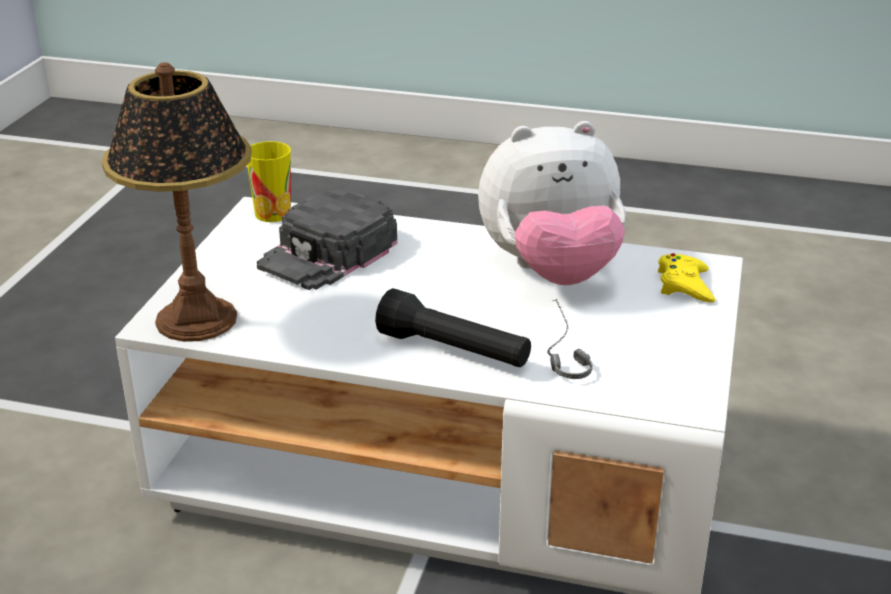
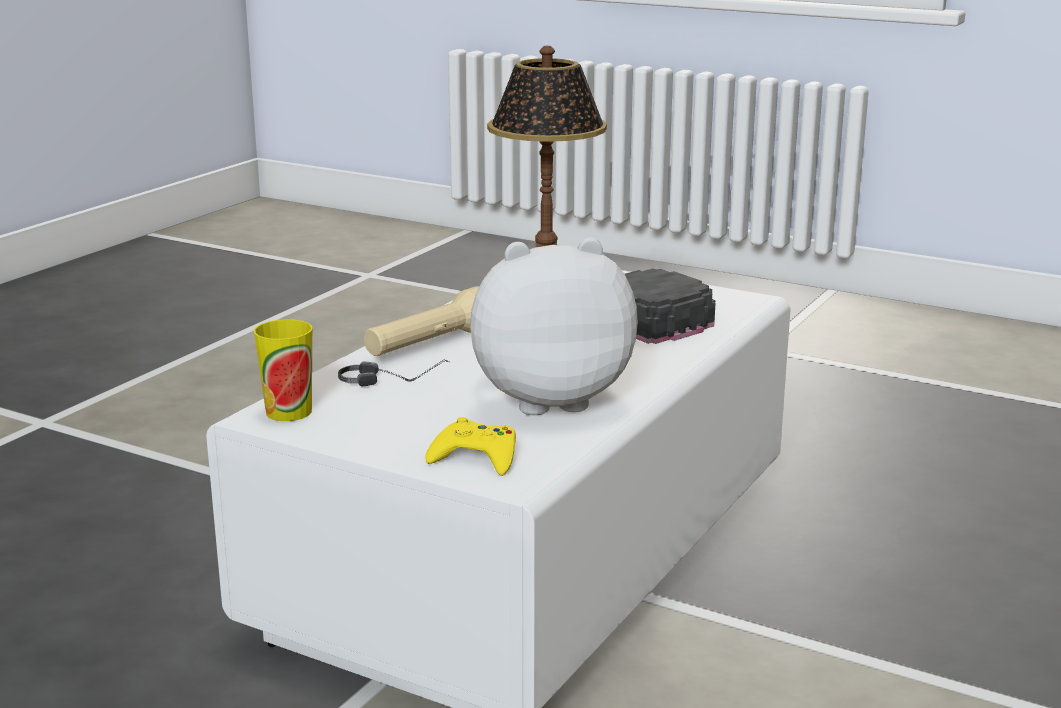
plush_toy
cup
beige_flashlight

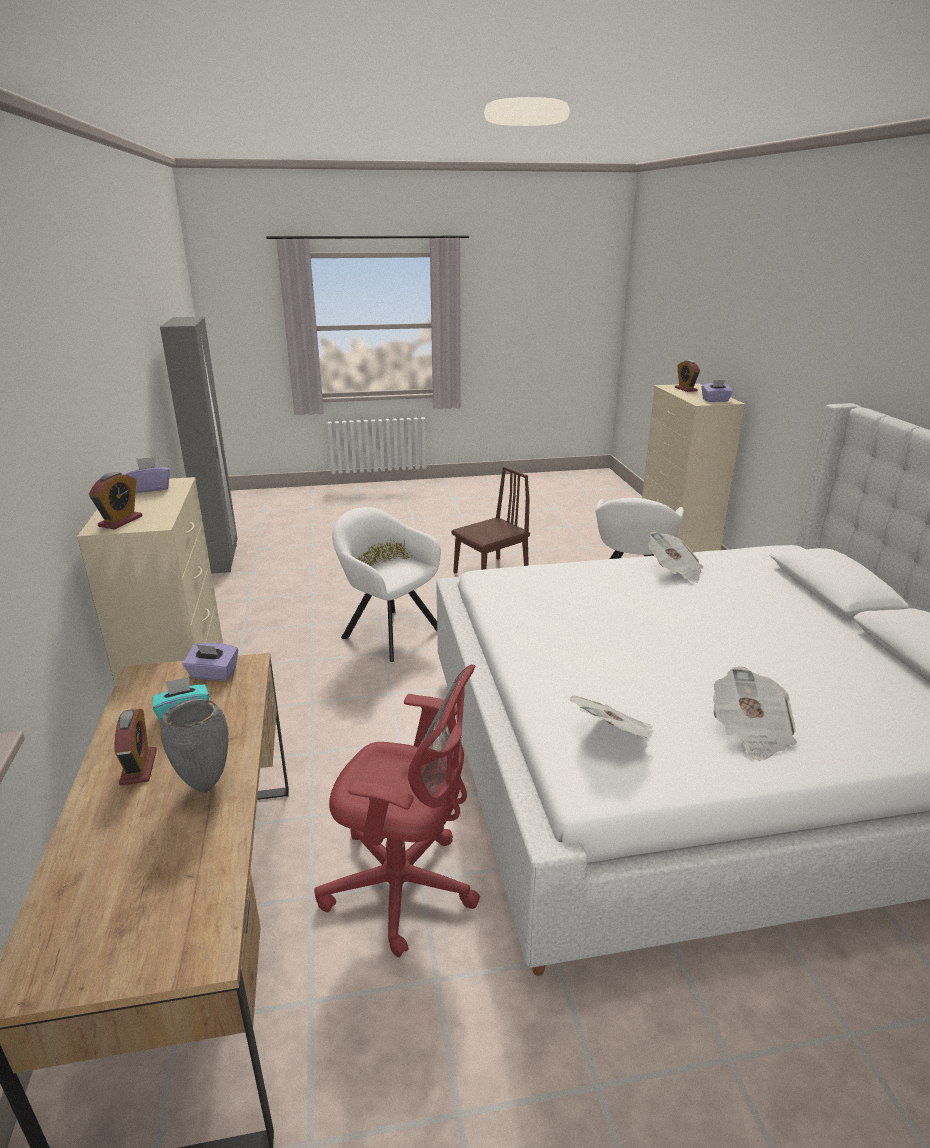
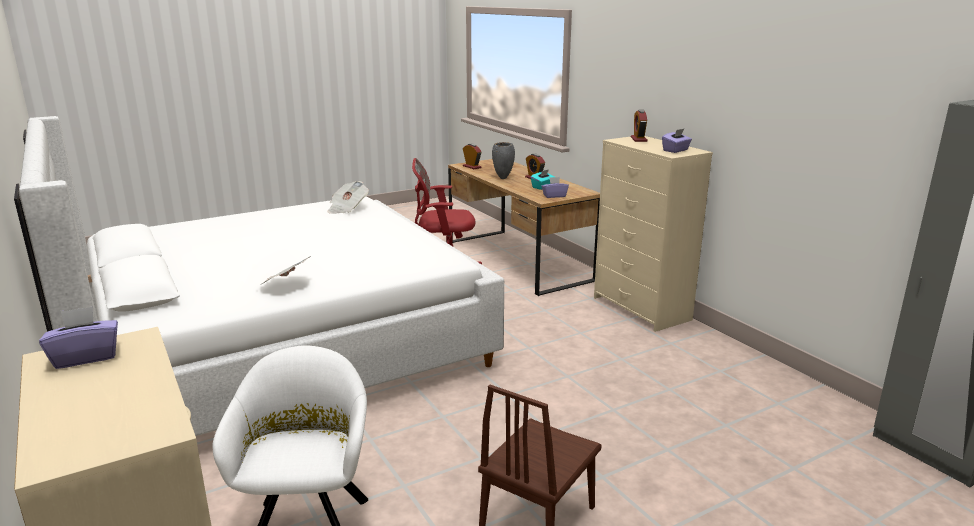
alarm_clock (no. 1 from left)
white_armchair (no. 1 from left in the first image)
newspaper (no. 3 from left in the first image)

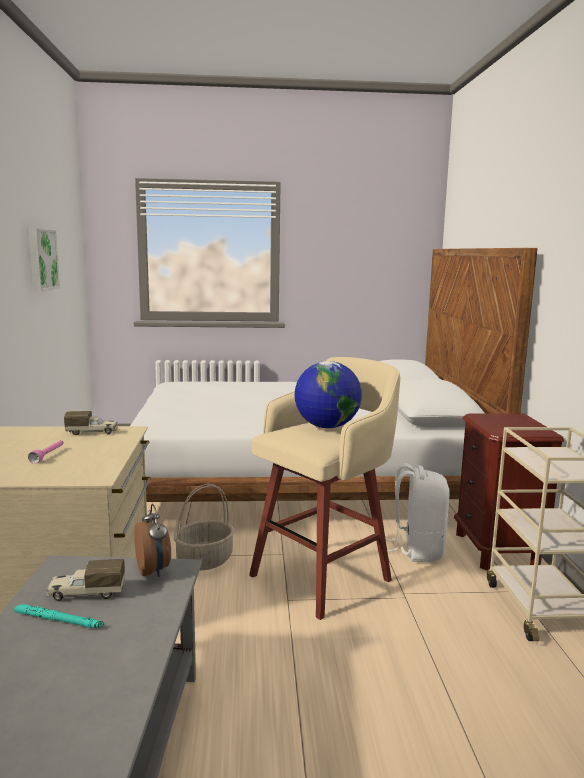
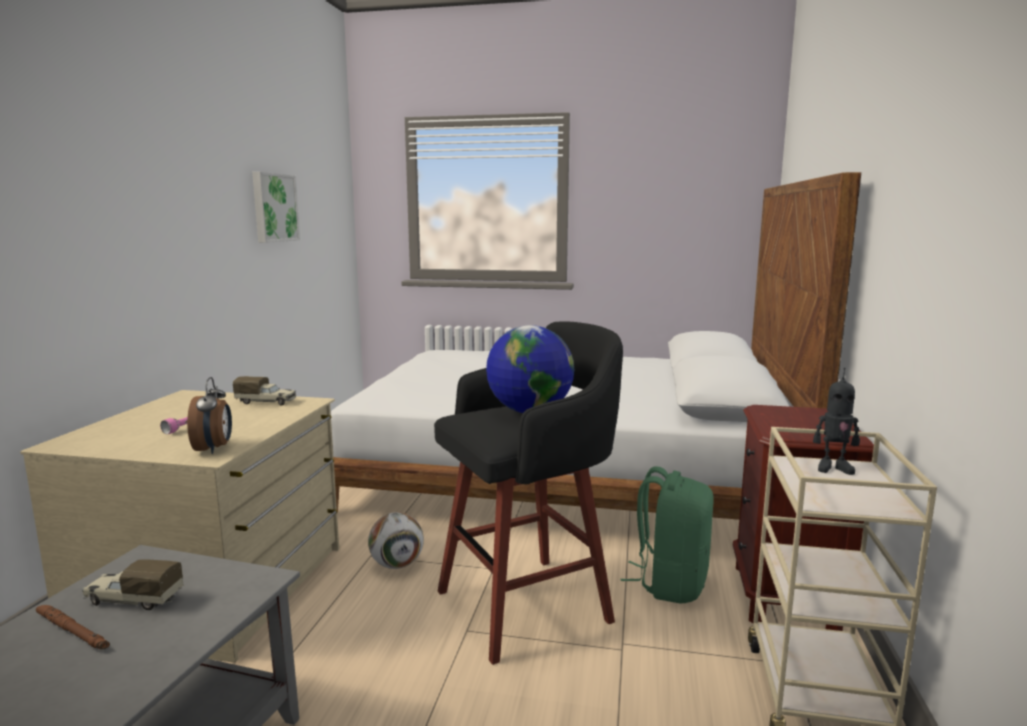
black_stool
green_backpack
football
alarm_clock
brown_flashlight
toy_robot

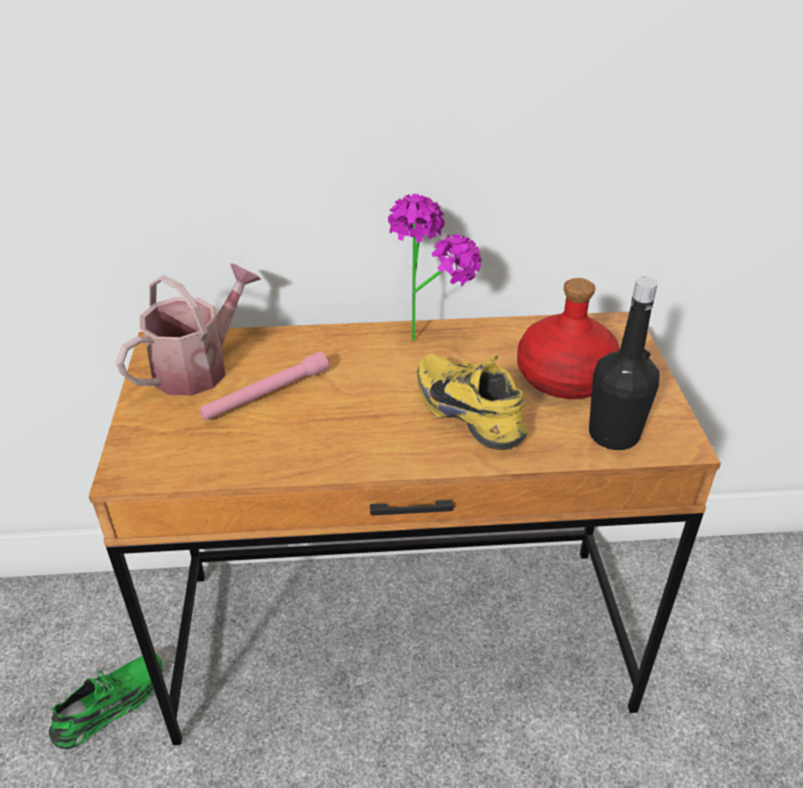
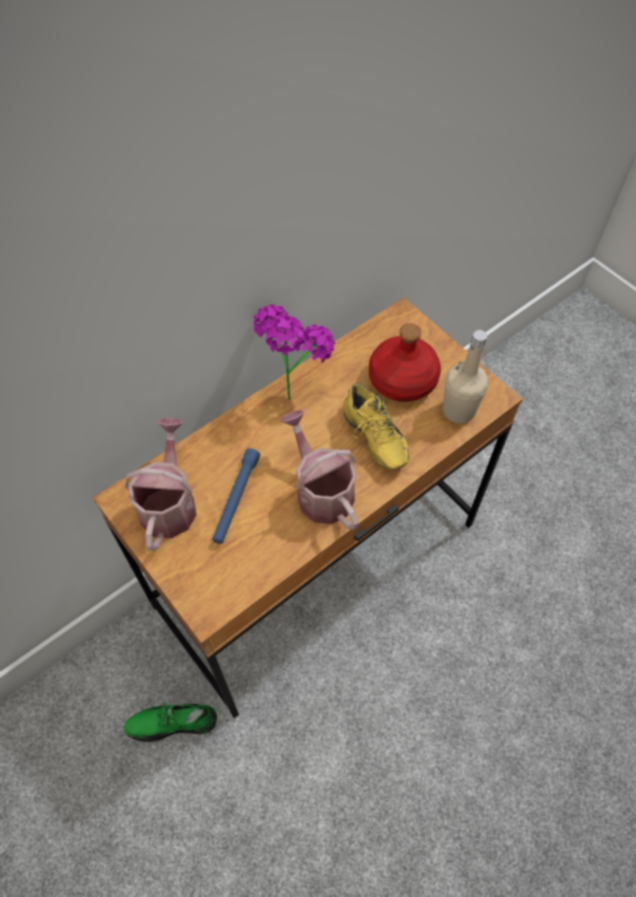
beige_bottle
blue_flashlight
yellow_shoe
green_shoe
watering_can (no. 2 from left)

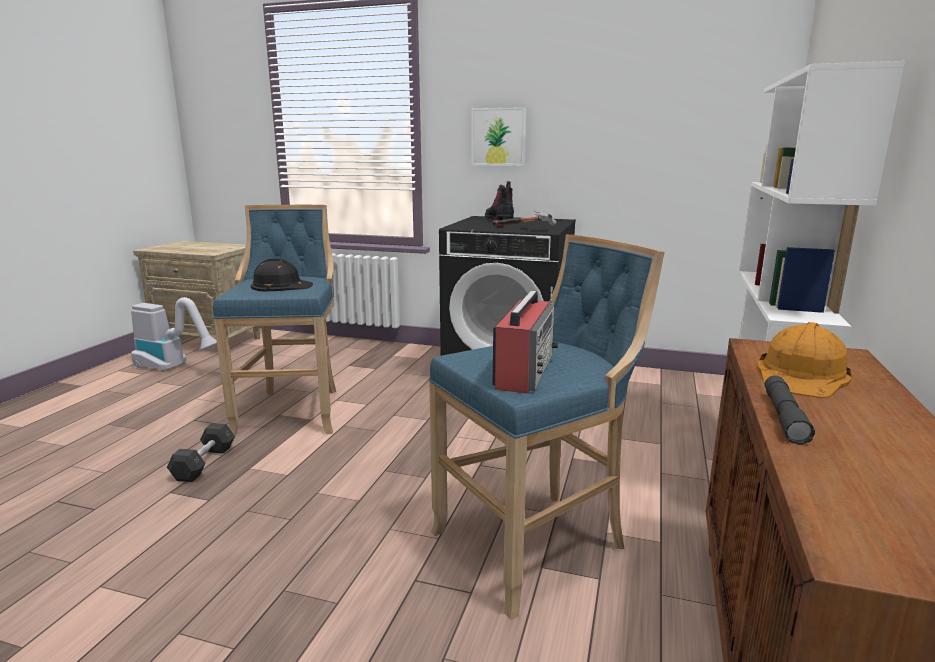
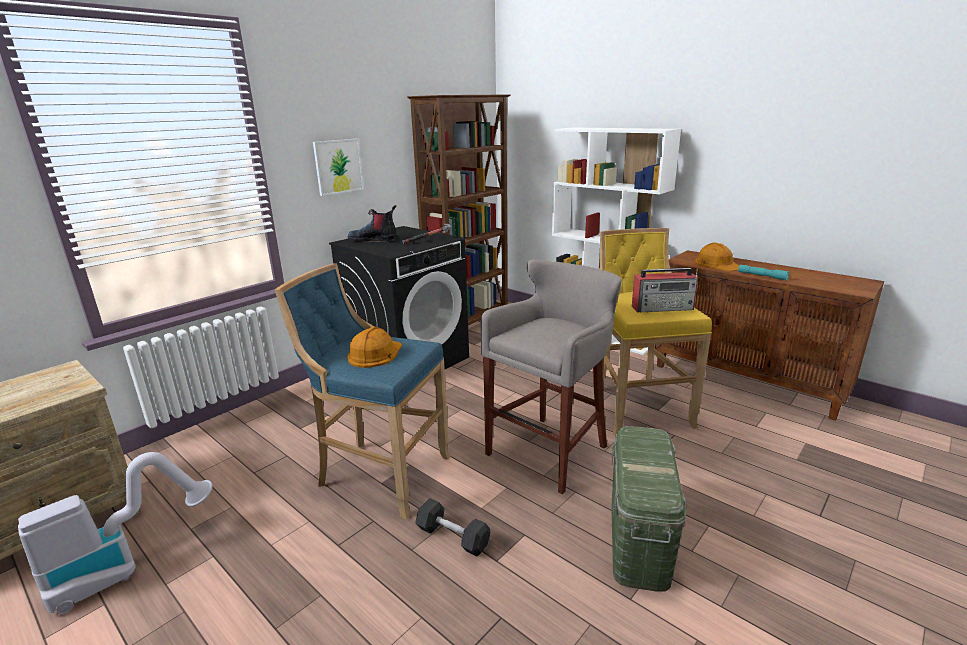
yellow_stool
orange_hard_hat (no. 1 from left)
radio
turquoise_flashlight
brown_bookcase
grey_stool
green_storage_box

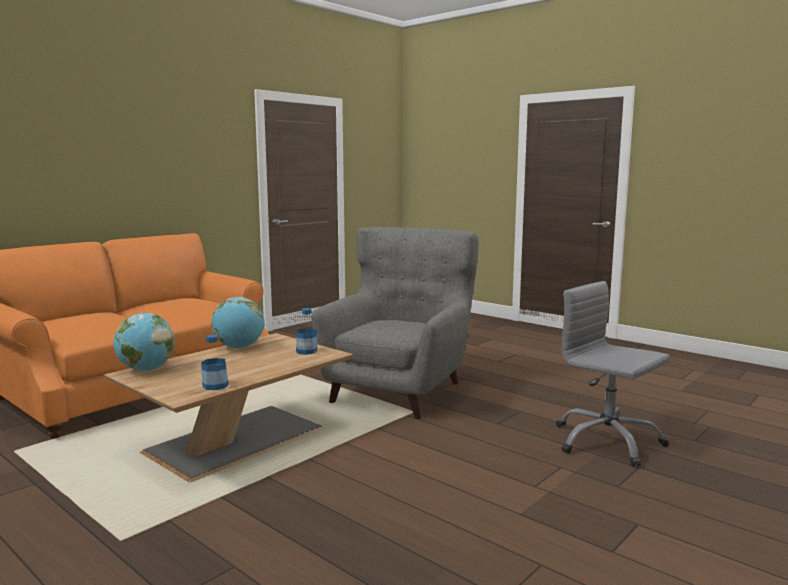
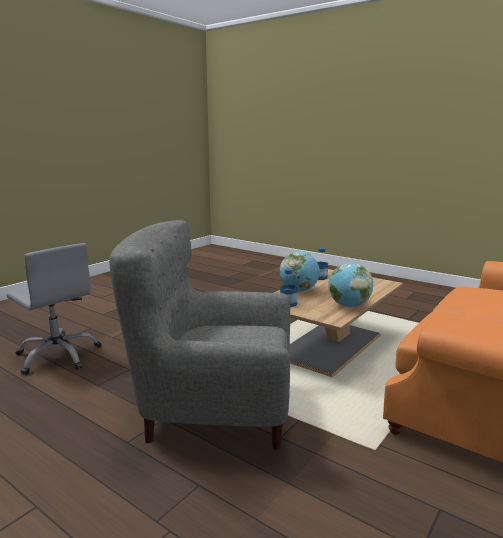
grey_armchair
globe (no. 1 from left)

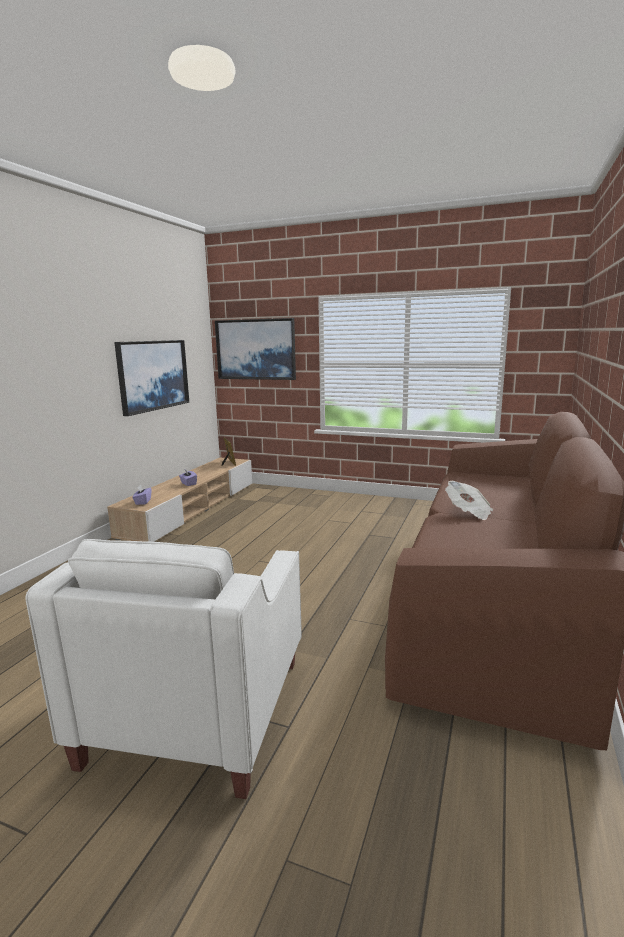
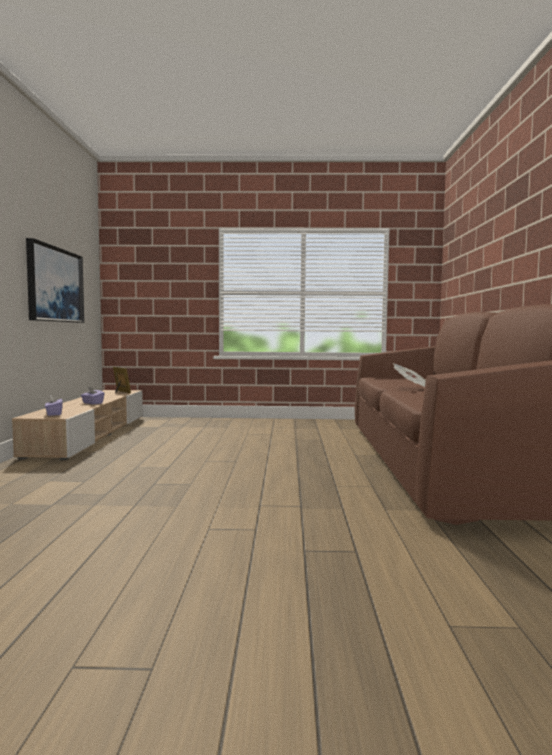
picture (no. 2 from left in the first image)
white_armchair

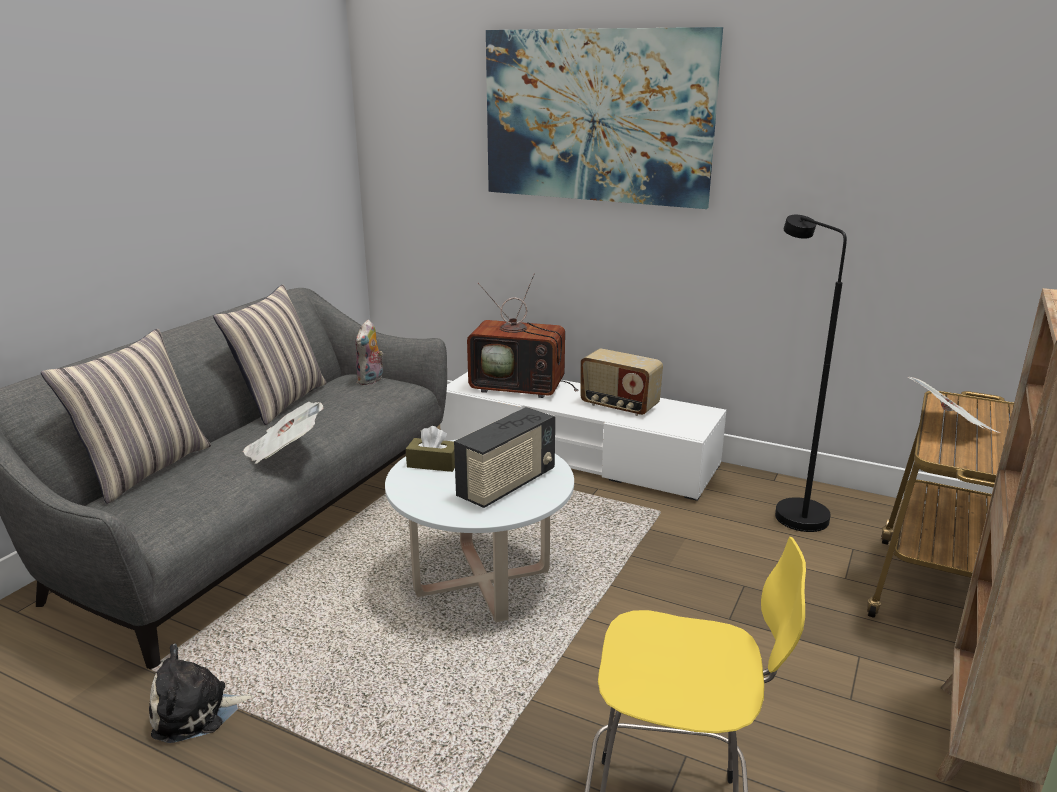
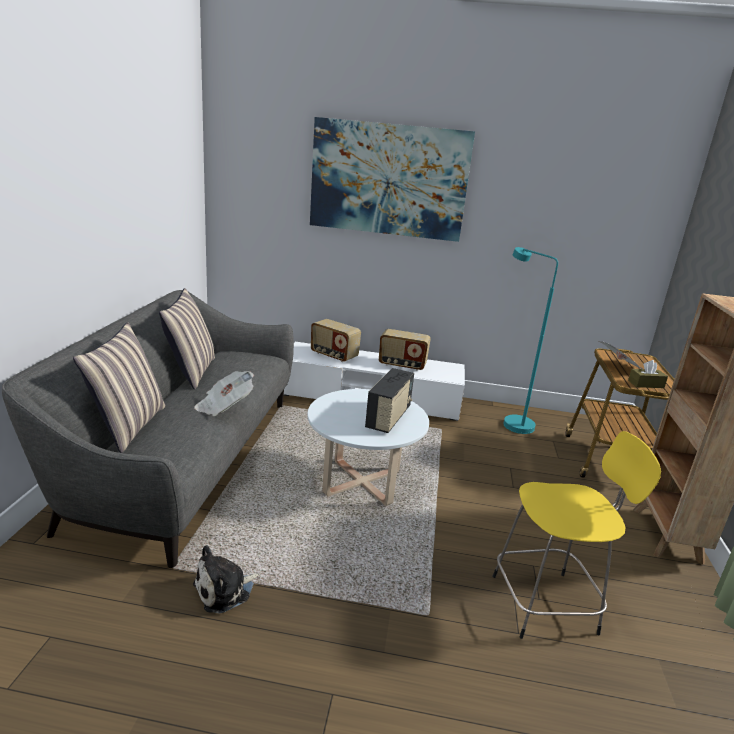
turquoise_floor_lamp
radio (no. 1 from left)
plush_toy (no. 2 from left in the first image)
brown_tissue_box

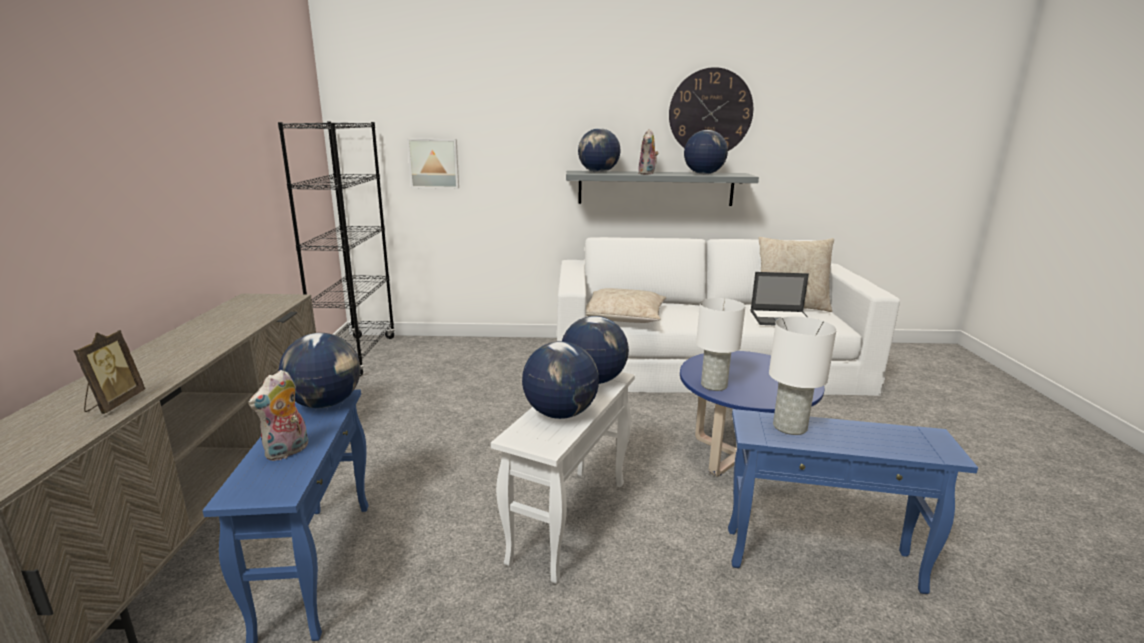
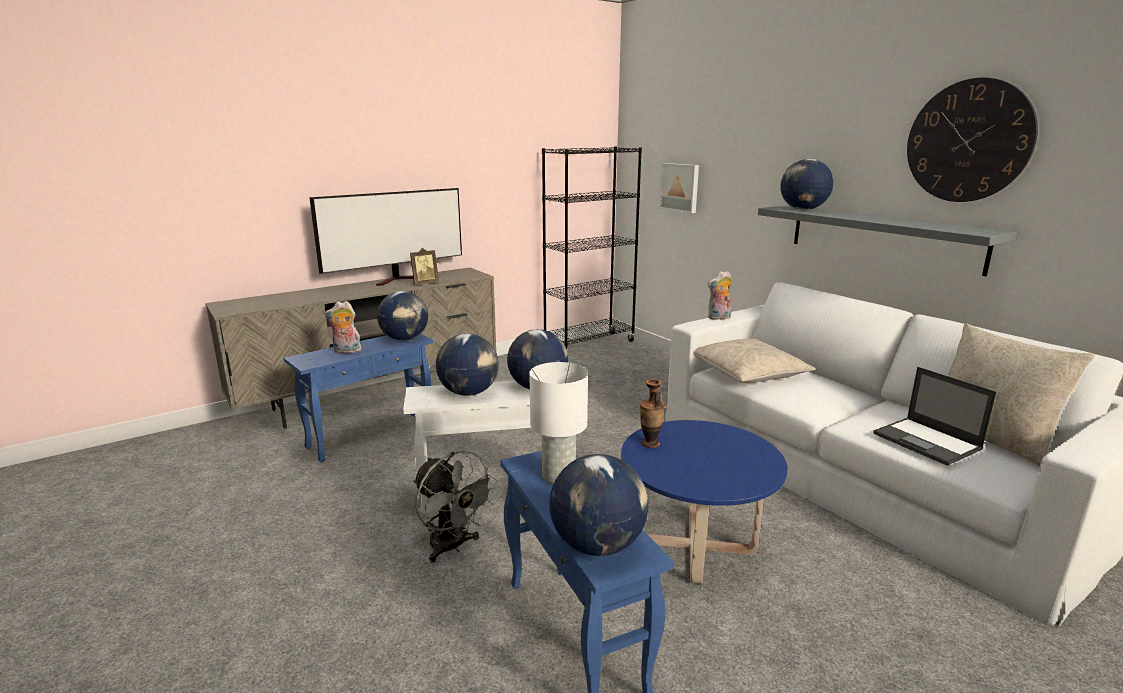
plush_toy (no. 2 from left)
globe (no. 4 from left)
vase
picture_frame
television
grey_fan

